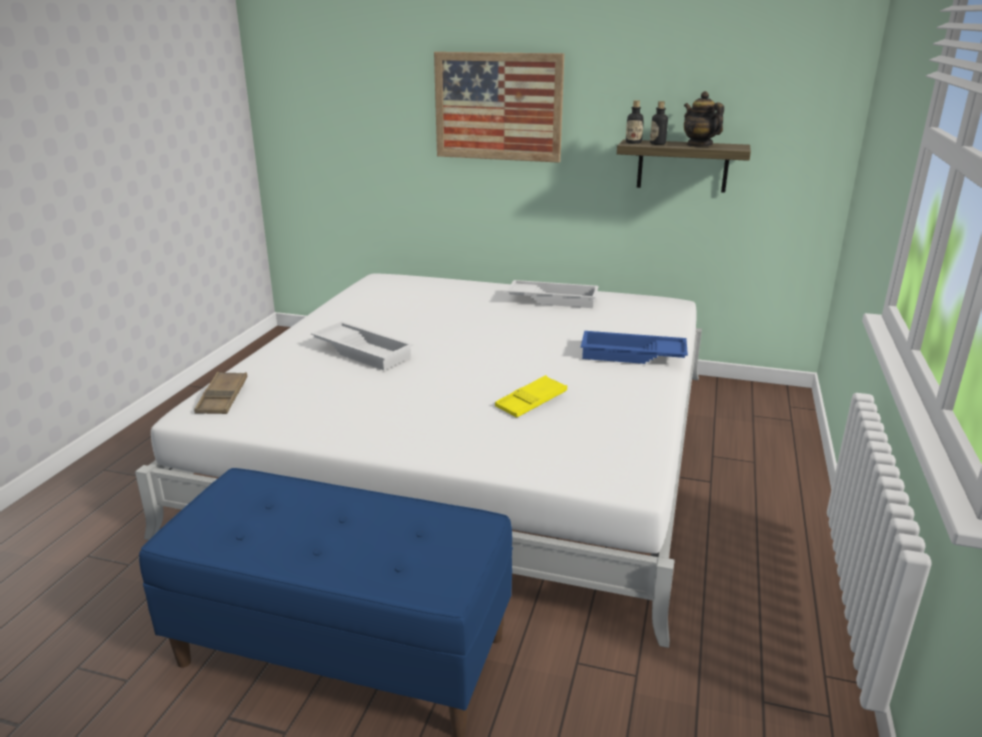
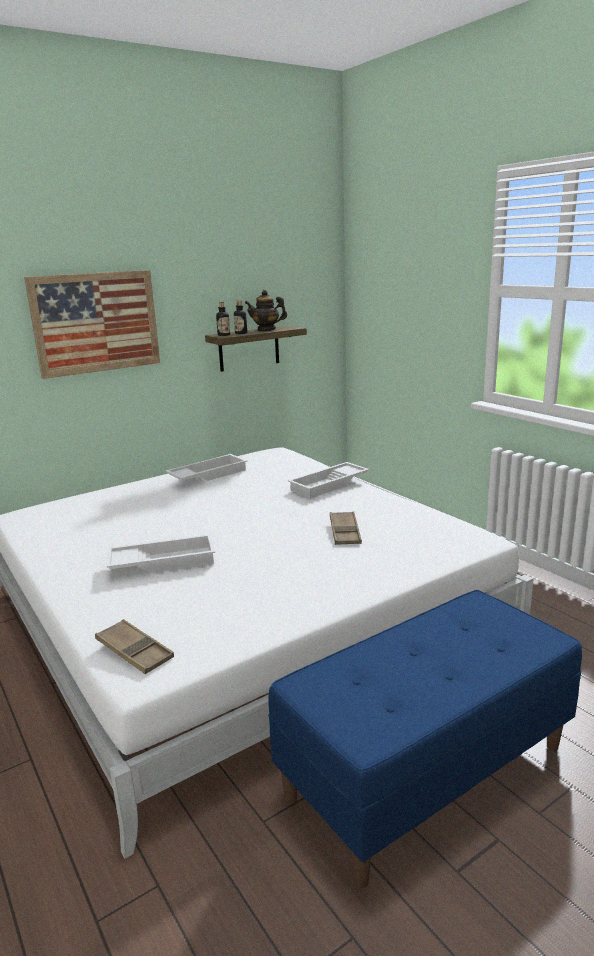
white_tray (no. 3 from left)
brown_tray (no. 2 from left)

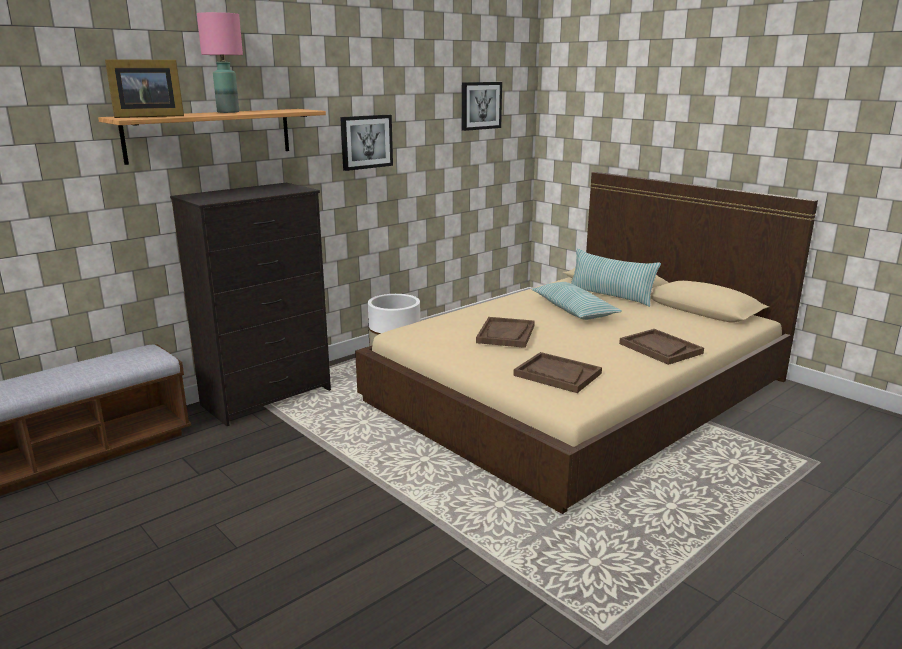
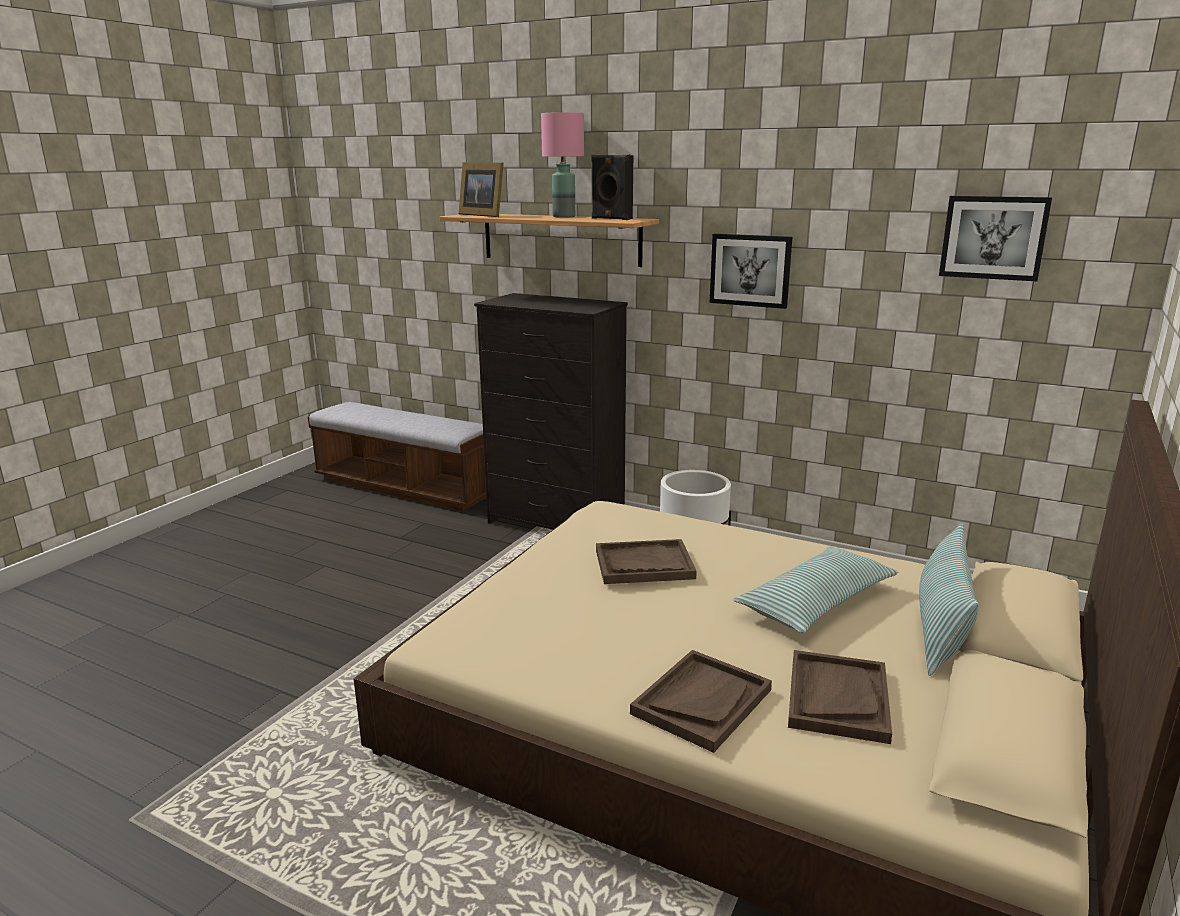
brown_tray (no. 3 from left)
black_speaker

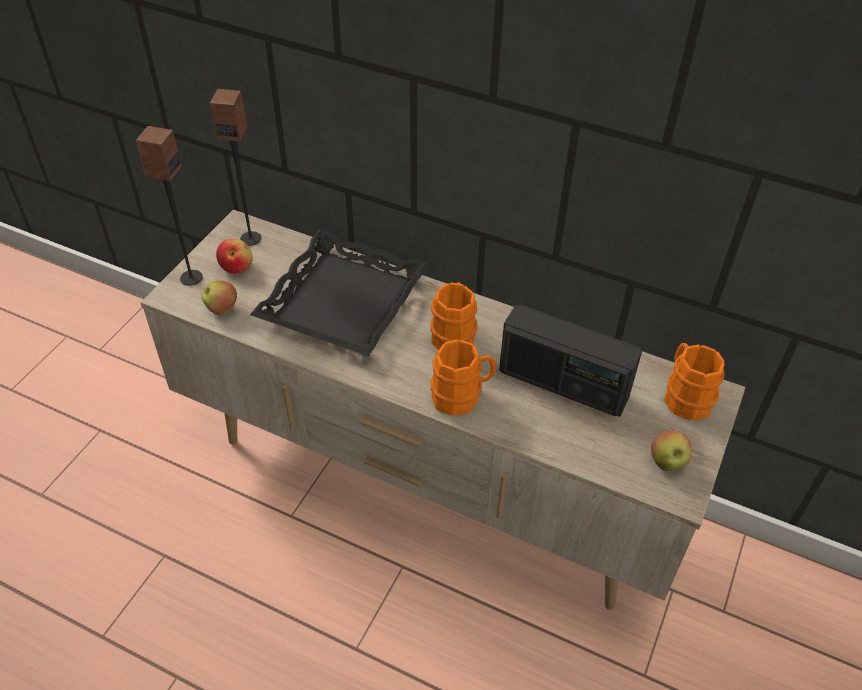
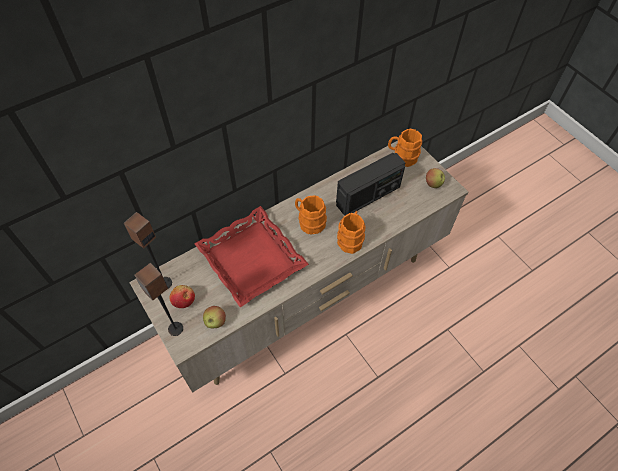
red_tray

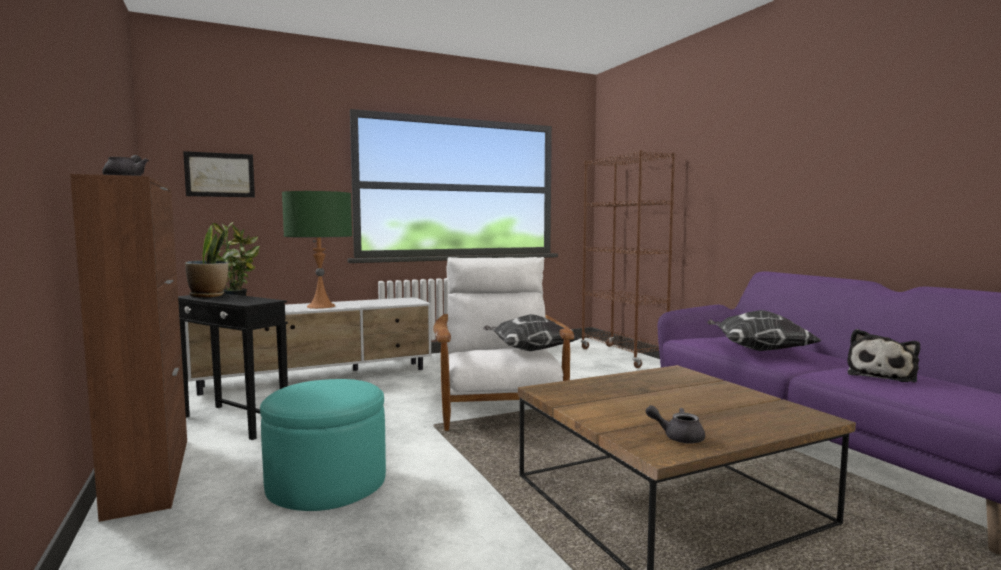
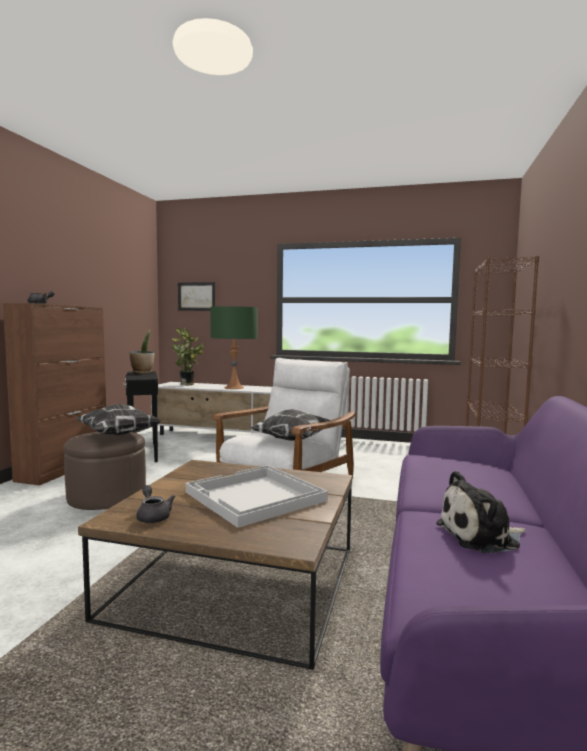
pillow (no. 1 from left)
brown_ottoman
white_tray

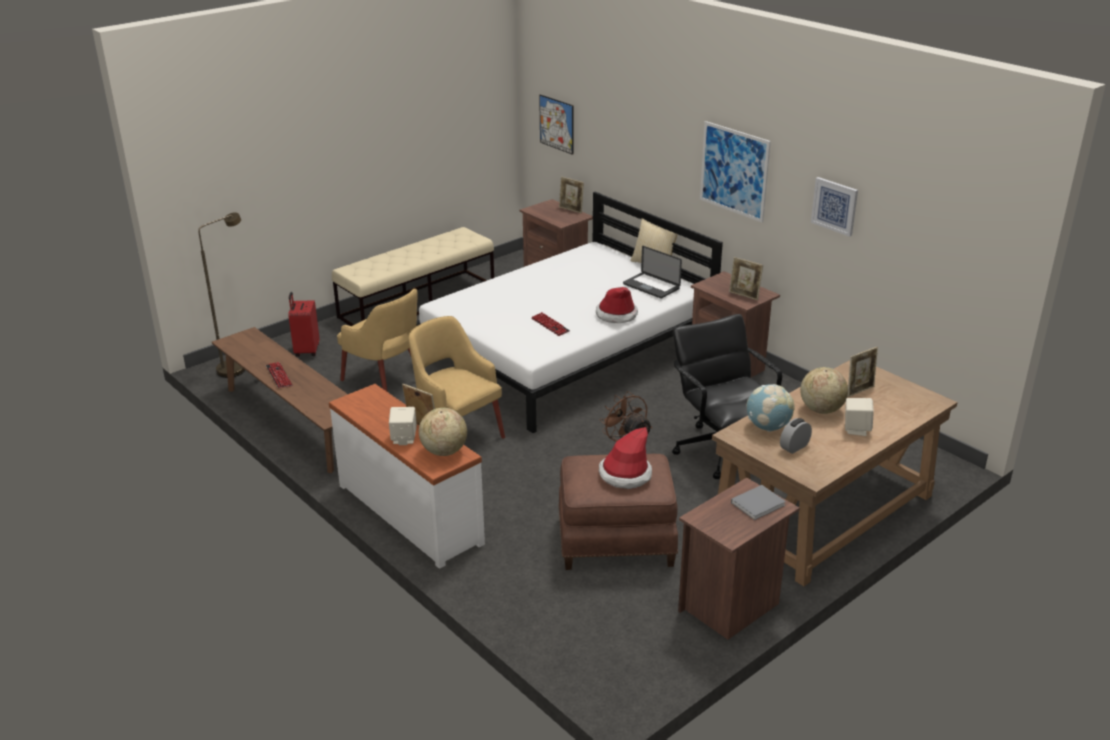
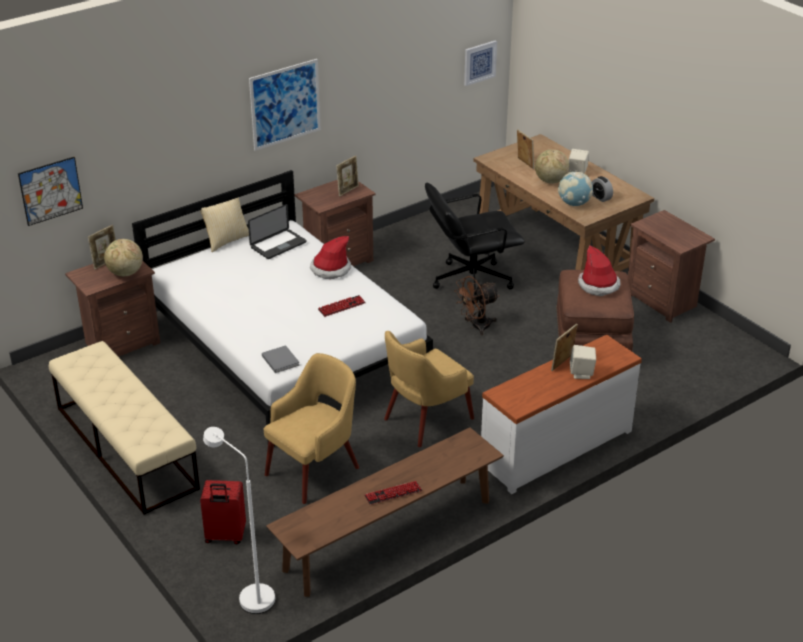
picture (no. 3 from left)
white_floor_lamp
globe (no. 1 from left)
grey_book

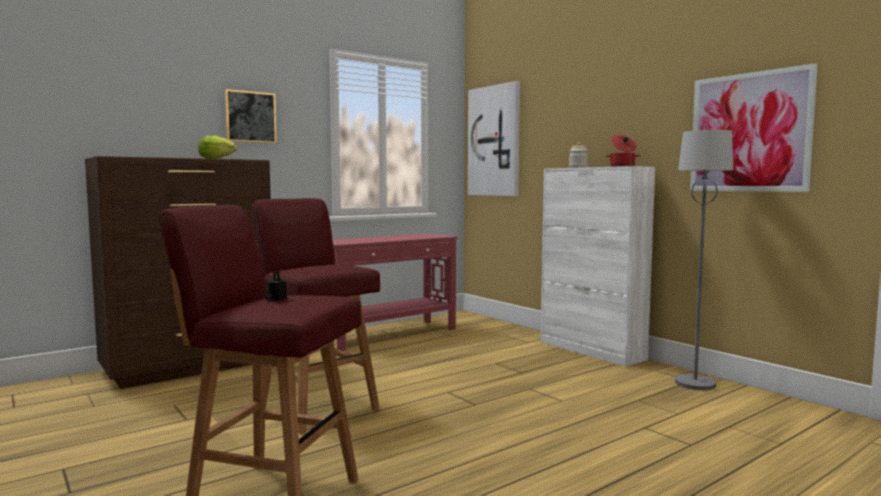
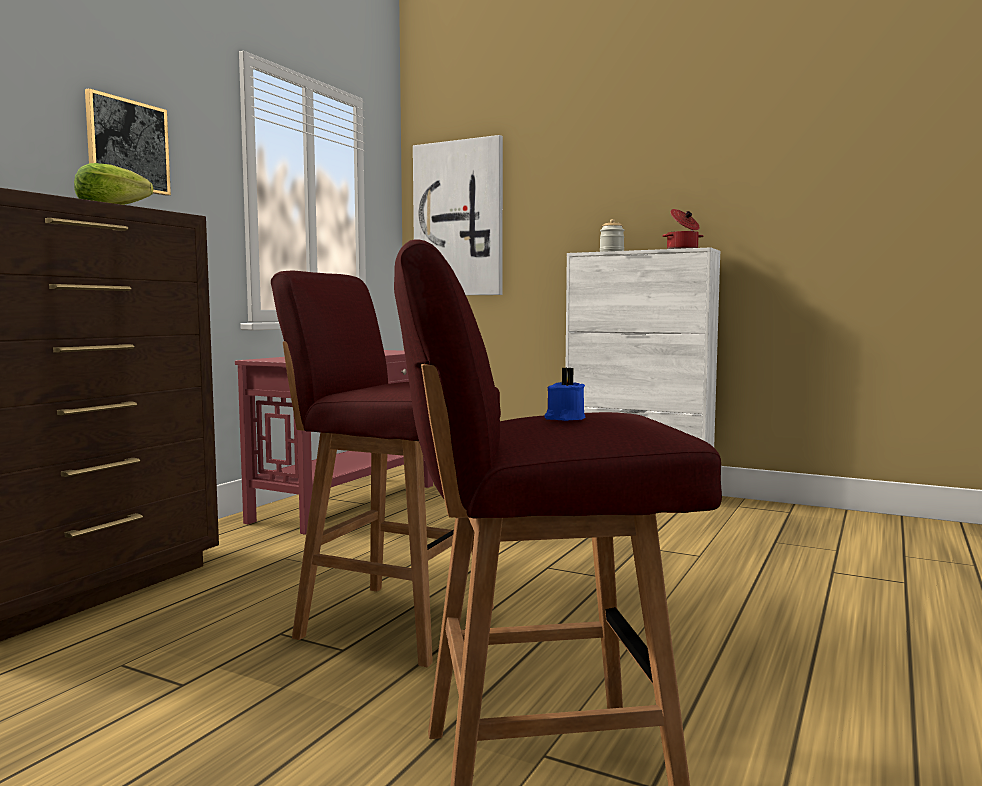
picture (no. 3 from left in the first image)
grey_floor_lamp
blue_candle

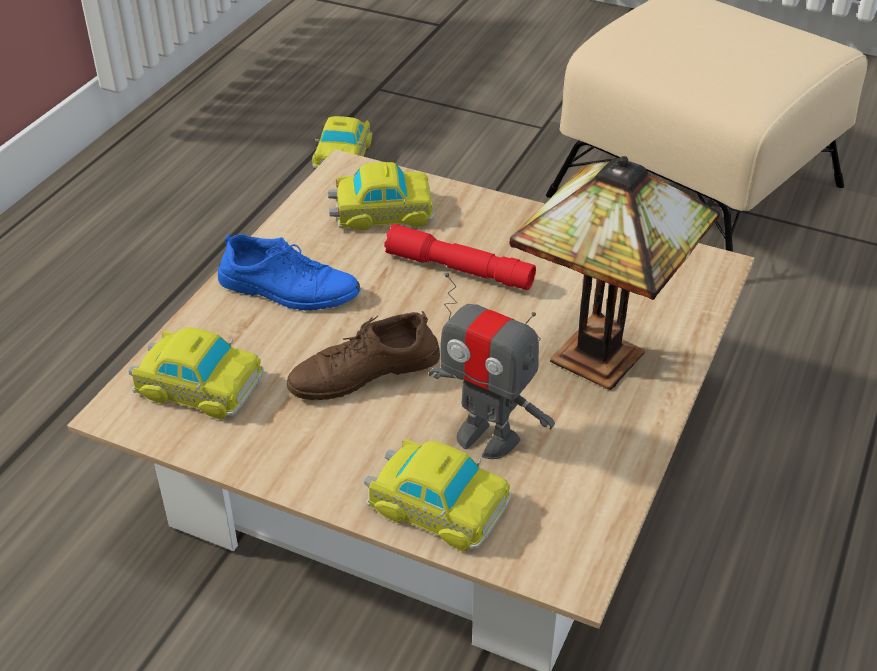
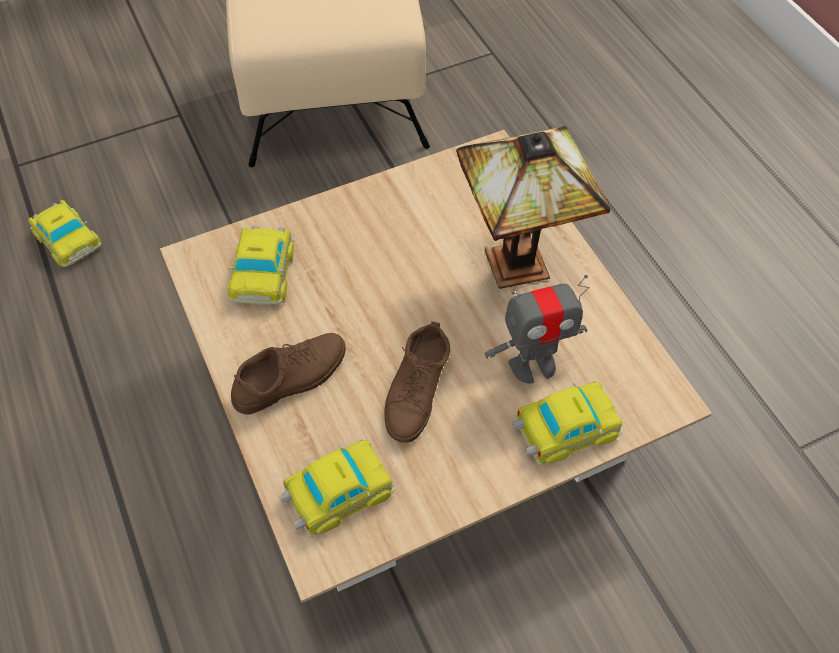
toy_car (no. 2 from left)
red_flashlight
brown_shoe (no. 1 from left)

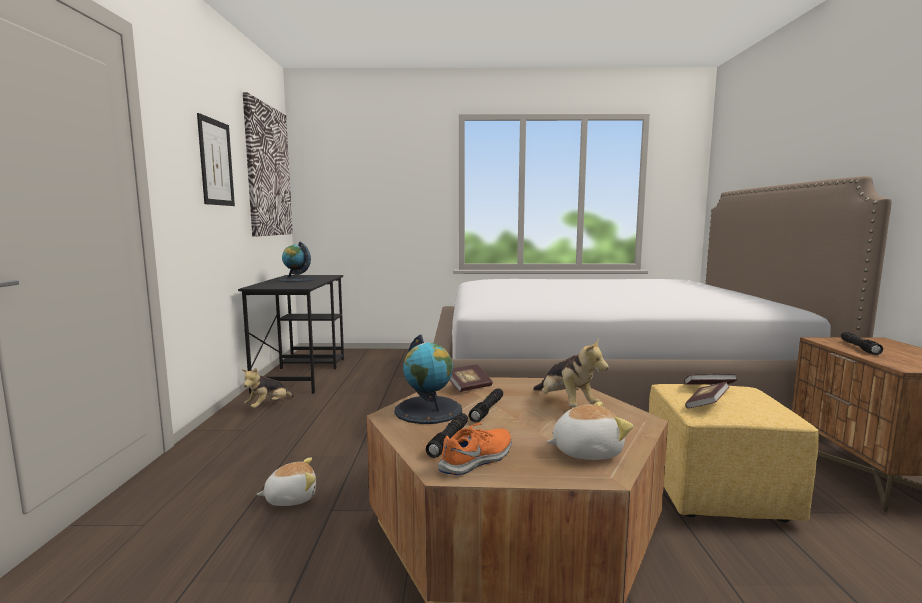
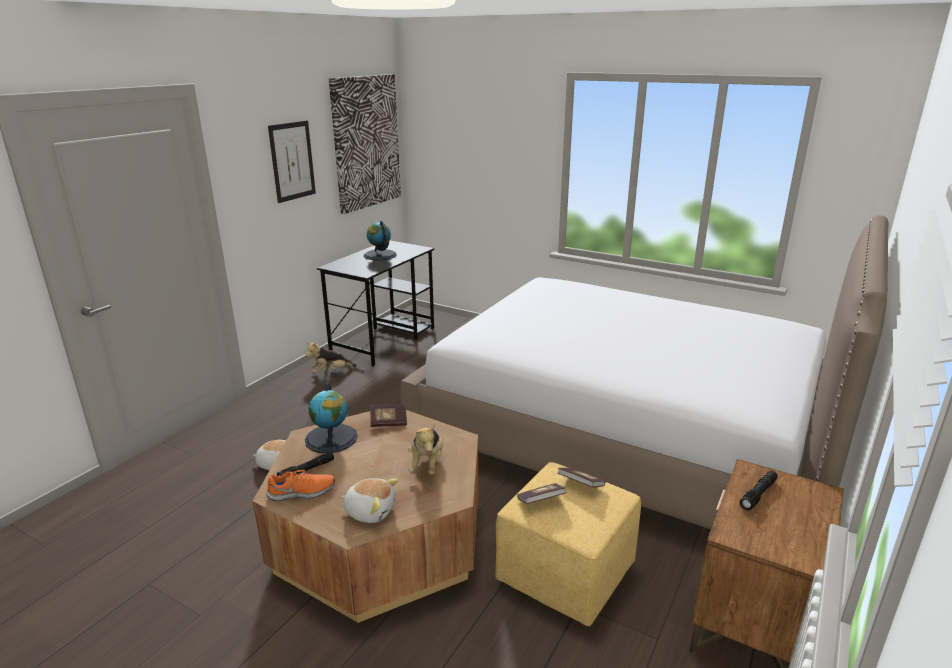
black_flashlight (no. 2 from left in the first image)

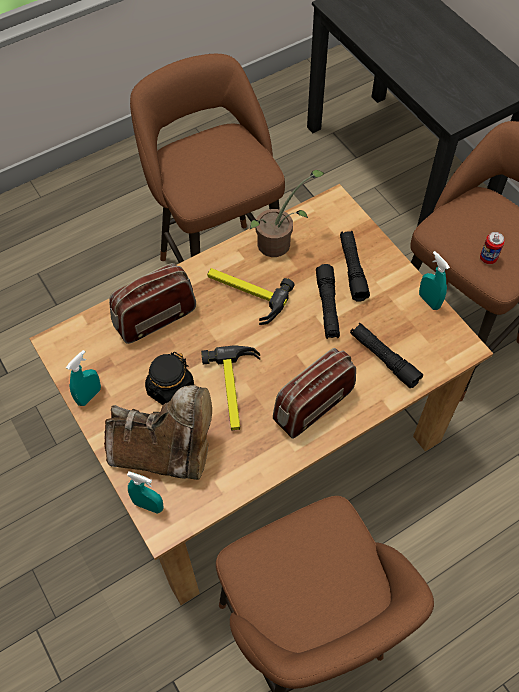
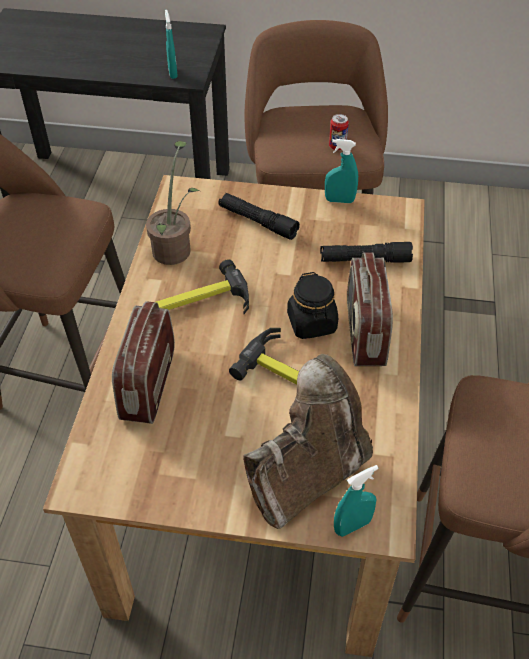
black_flashlight (no. 1 from left in the first image)
turquoise_spray_bottle (no. 1 from left)
black_jar

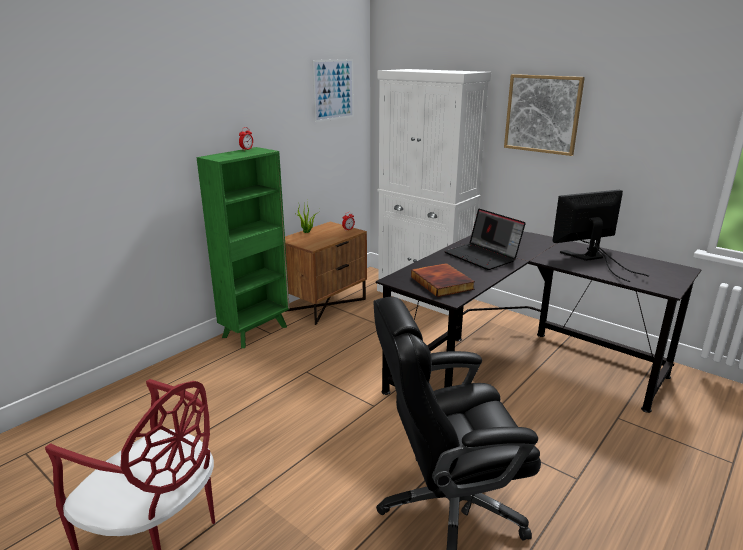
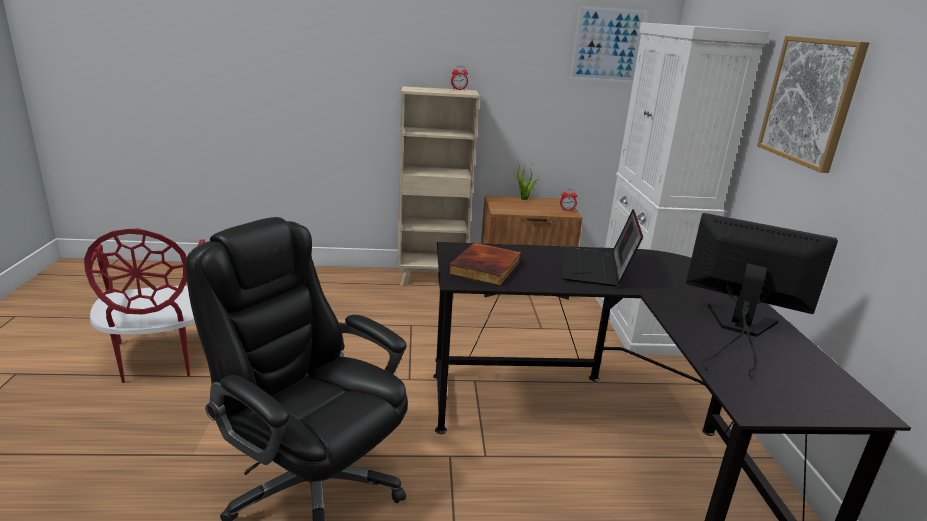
beige_bookcase

